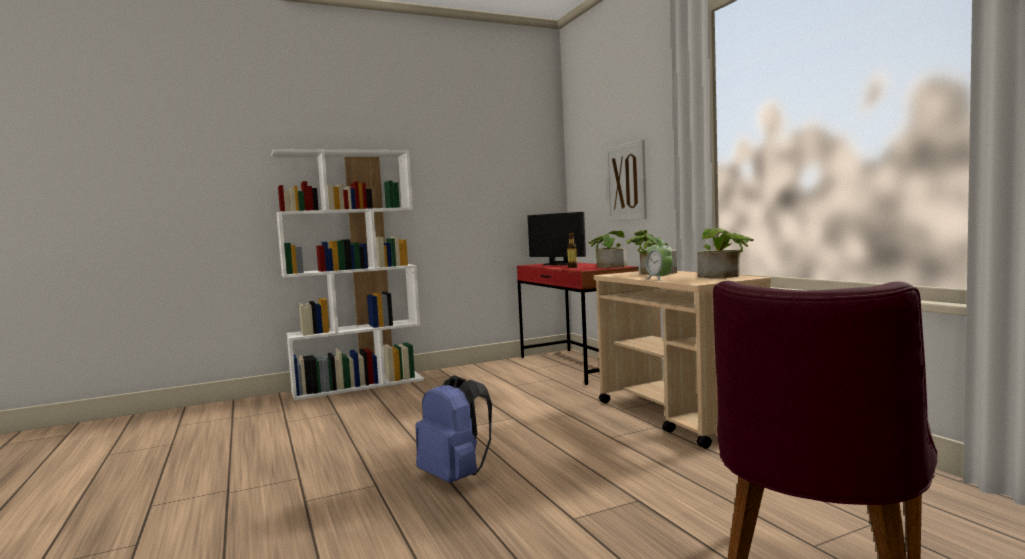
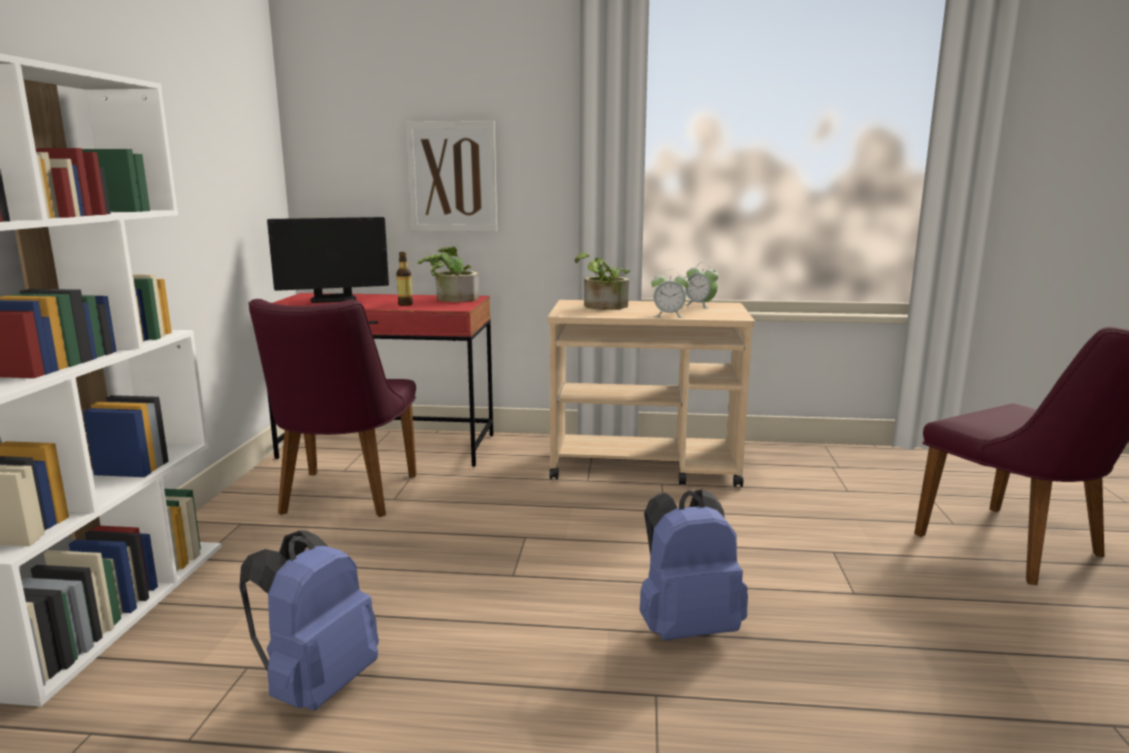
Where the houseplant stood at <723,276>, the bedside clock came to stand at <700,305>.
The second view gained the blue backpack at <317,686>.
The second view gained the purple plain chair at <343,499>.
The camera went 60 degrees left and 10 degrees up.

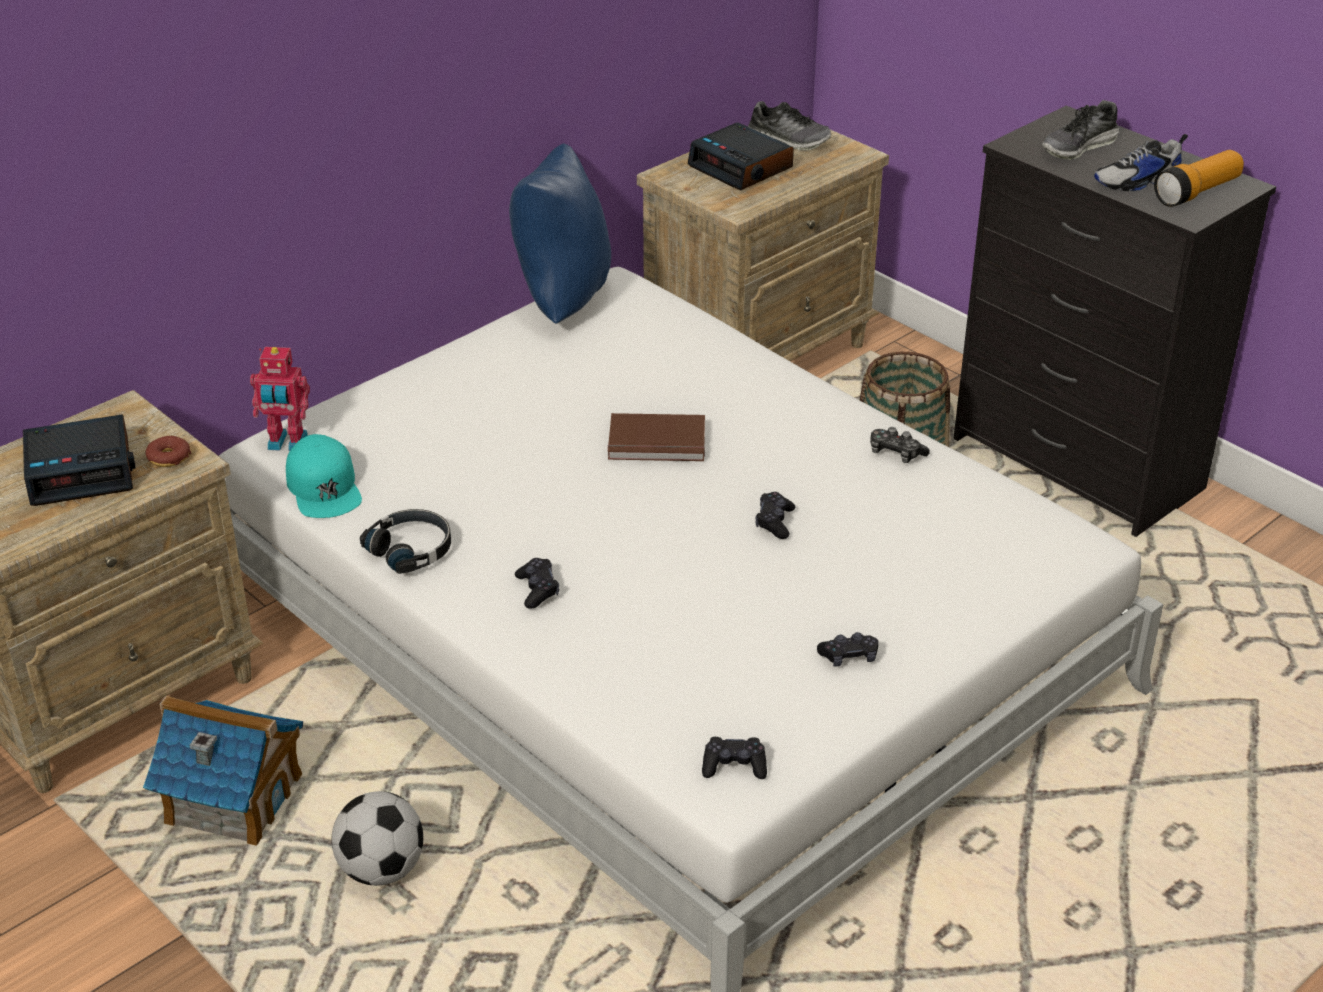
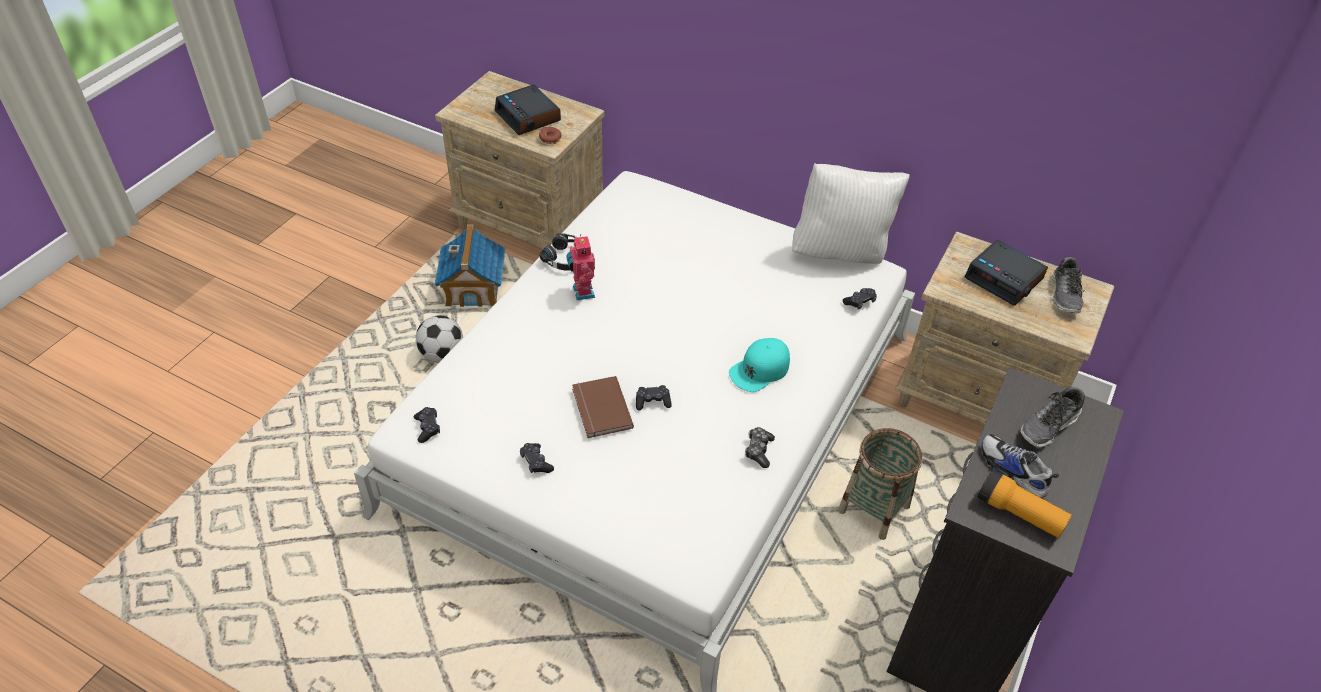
The robot figure ended up elsewhere, having gone from <287,443> to <582,292>.
The turquoise cap ended up elsewhere, having gone from <324,487> to <760,369>.
What was the blue cushion at <560,300> turned into the whitish cushion at <840,252>.
The black gamepad ended up elsewhere, having gone from <537,589> to <859,302>.
The brown-coloured bound book ended up elsewhere, having gone from <657,443> to <600,409>.
The bedside clock at <742,167> ended up facing another way, 75 degrees counterclockwise from before.
The shoe at <1079,147> ended up facing another way, 75 degrees counterclockwise from before.
The camera went 70 degrees right and 10 degrees up.

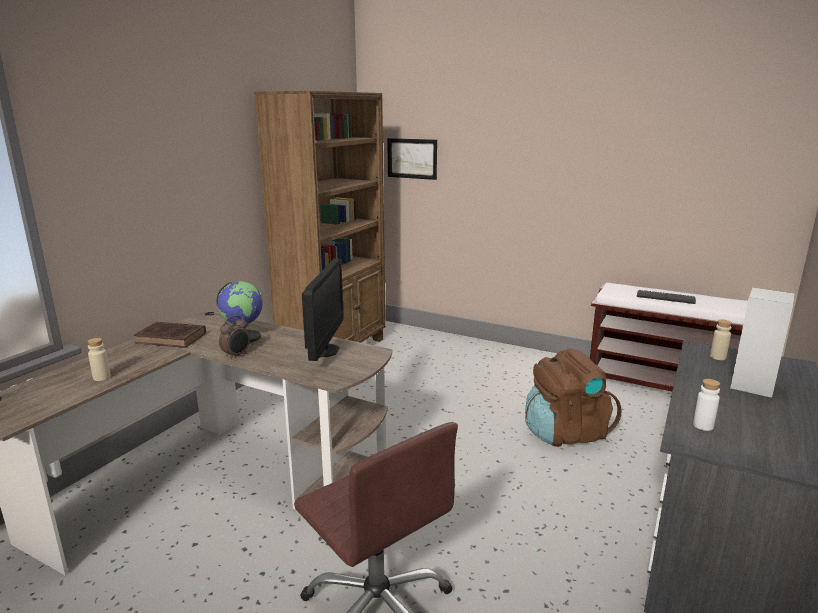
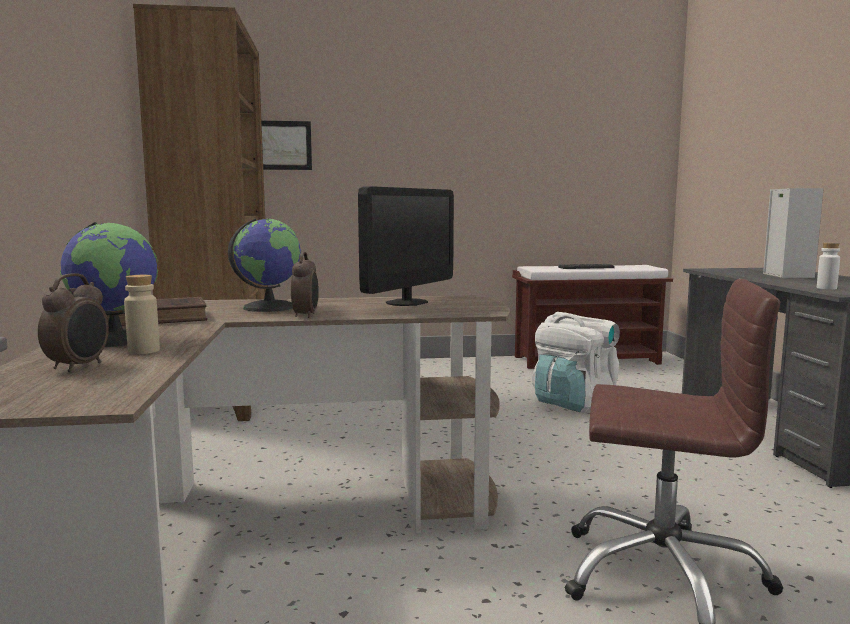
The computer screen at <324,350> ended up facing another way, 60 degrees clockwise from before.
What was the brown-coloured backpack at <565,433> turned into the whitish backpack at <573,403>.
The second view lost the sand-coloured bottle at <718,357>.
The second view gained the bedside clock at <79,367>.
The second view gained the desk globe at <116,339>.
The camera went 35 degrees left and 10 degrees down.

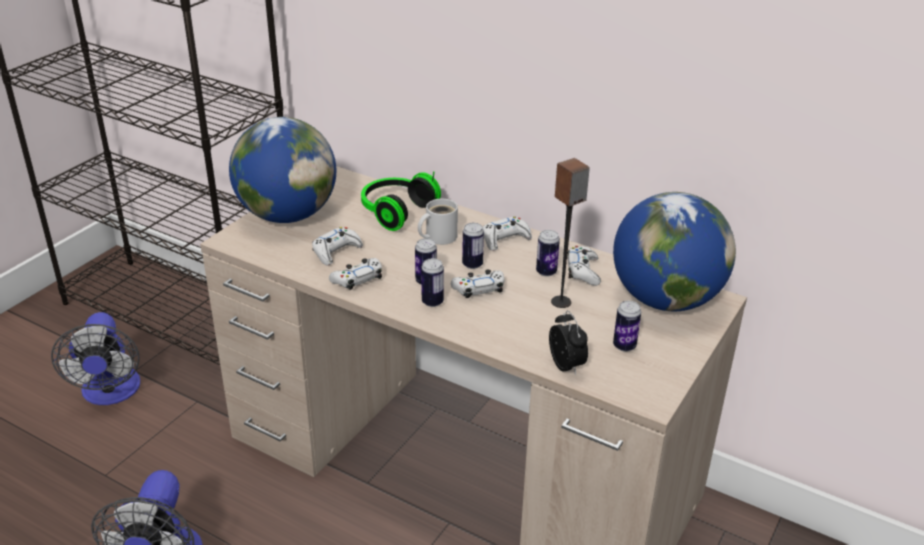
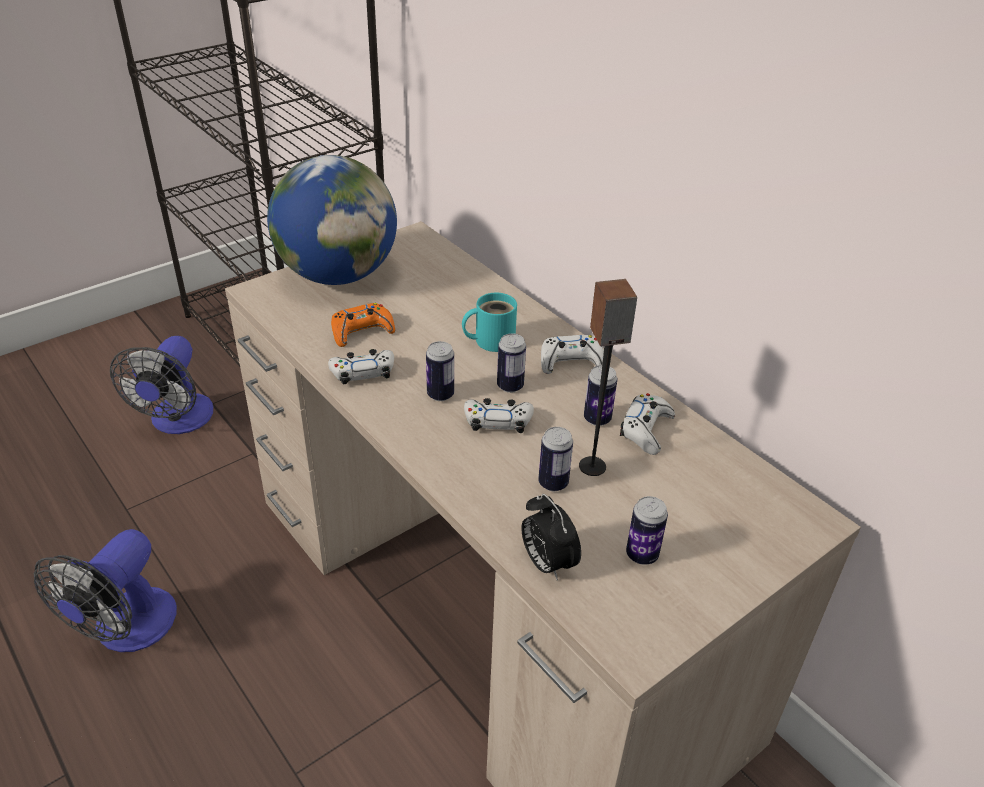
What was the whitish gamepad at <336,251> turned into the orange gamepad at <361,331>.
The second view lost the pair of headphones at <395,211>.
What was the whitish tea mug at <438,237> turned into the turquoise tea mug at <490,340>.
The sealed can ended up elsewhere, having gone from <432,302> to <553,483>.
The bedside clock at <567,366> ended up facing another way, 150 degrees clockwise from before.
The second view lost the desk globe at <665,300>.
The camera went 20 degrees right and 5 degrees up.

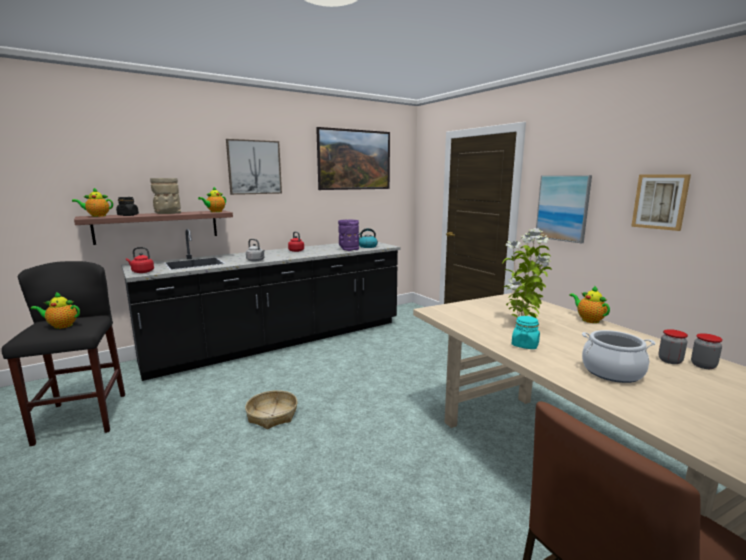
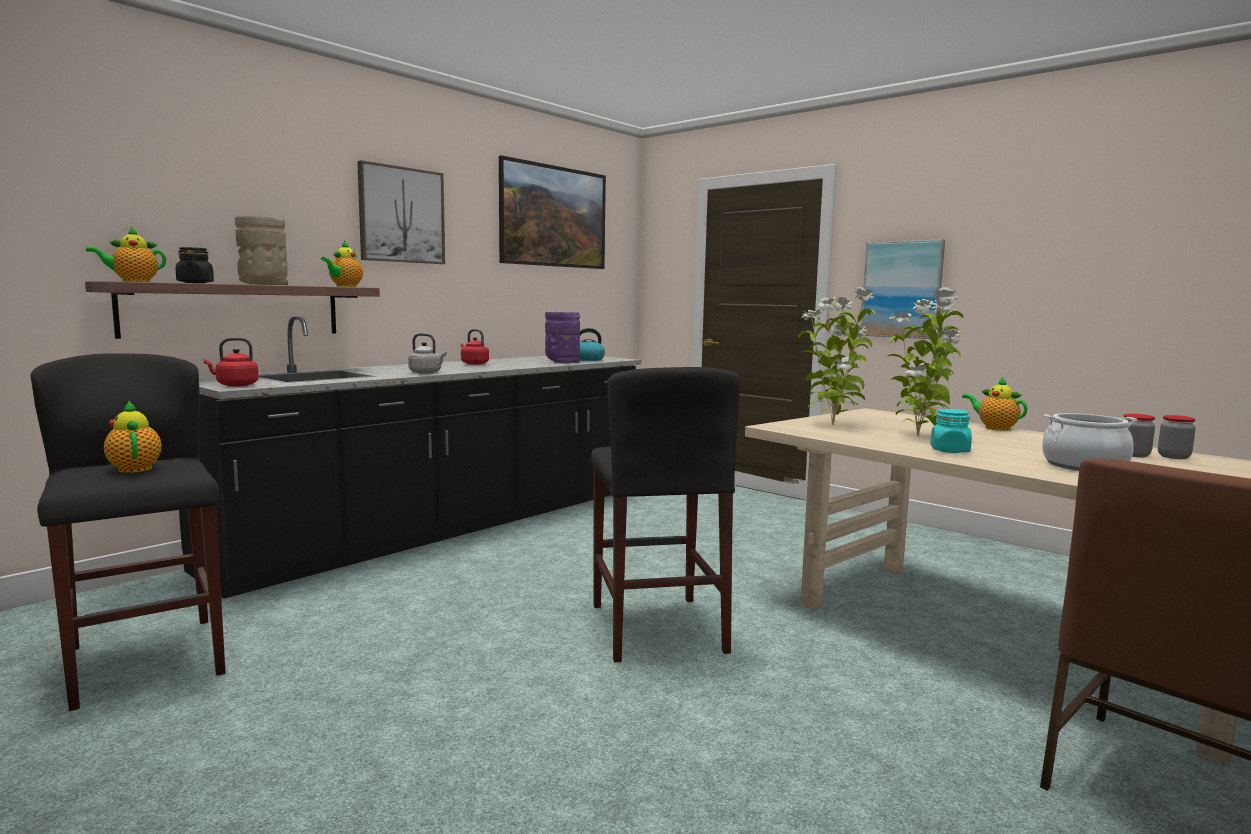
The pot for tea at <61,326> ended up facing another way, 75 degrees clockwise from before.
The second view lost the storage basket at <272,415>.
The second view lost the wall picture at <660,201>.
The second view gained the black stool seat at <657,627>.
The second view gained the houseplant at <833,424>.
The camera went 15 degrees left and 5 degrees down.

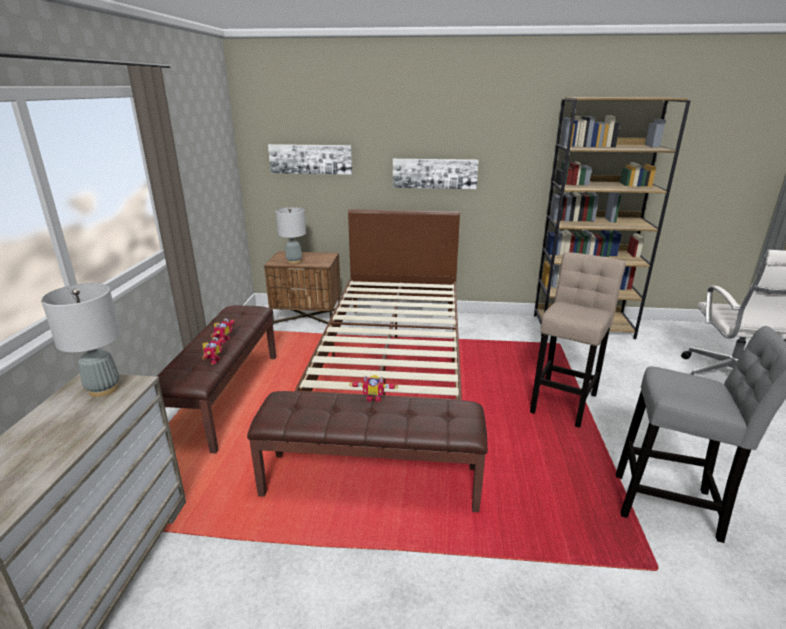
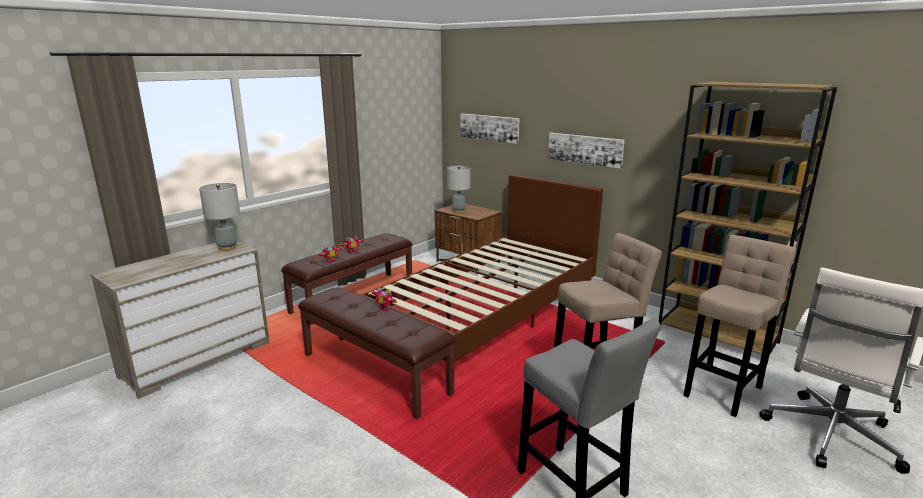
The second view gained the sand-coloured stool seat at <724,389>.
The camera went 35 degrees right and 5 degrees down.

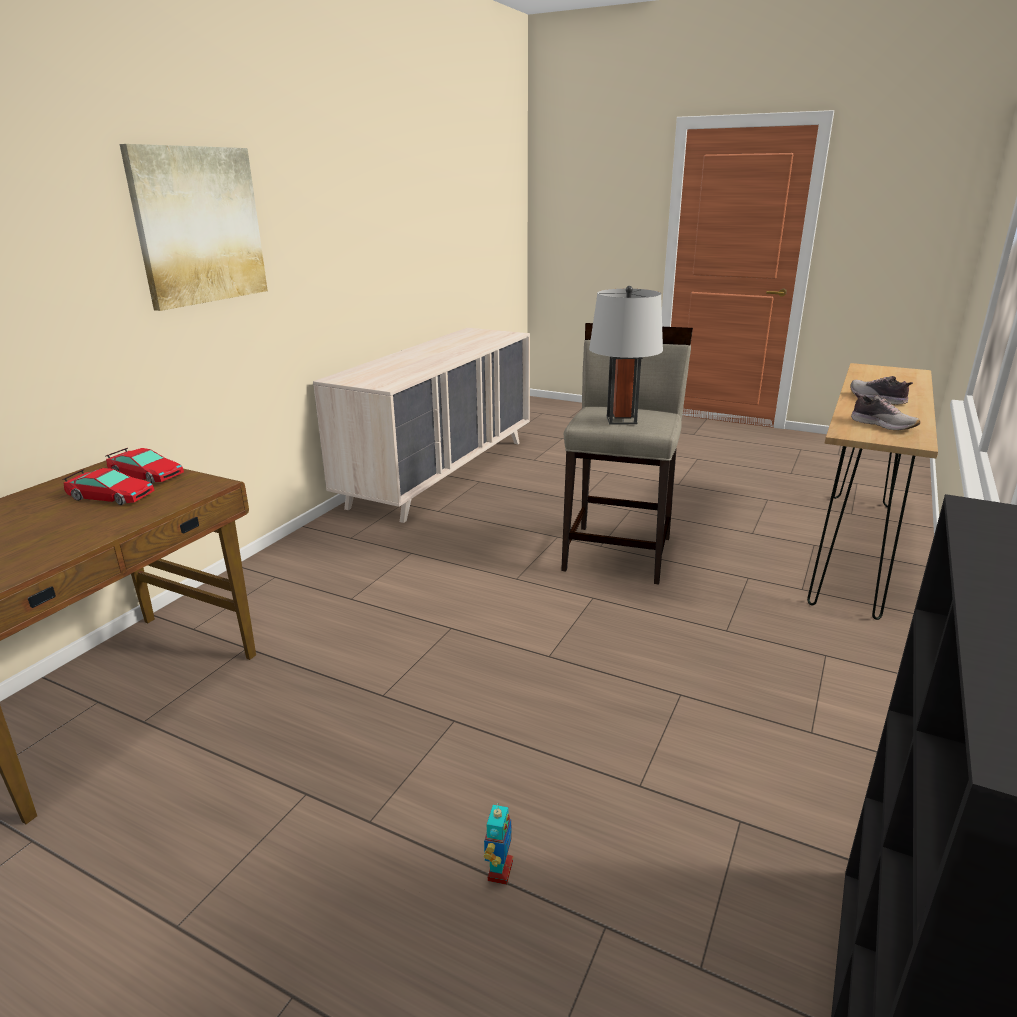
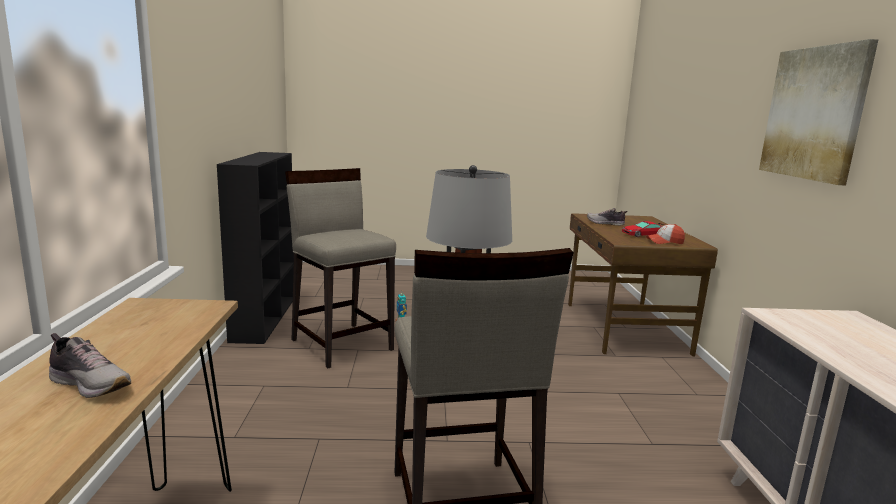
Where the model car stood at <146,475>, the cap came to stand at <664,242>.
The shoe ended up elsewhere, having gone from <882,425> to <605,223>.
The second view gained the sand-coloured stool seat at <342,344>.
The camera went 150 degrees right and 10 degrees down.

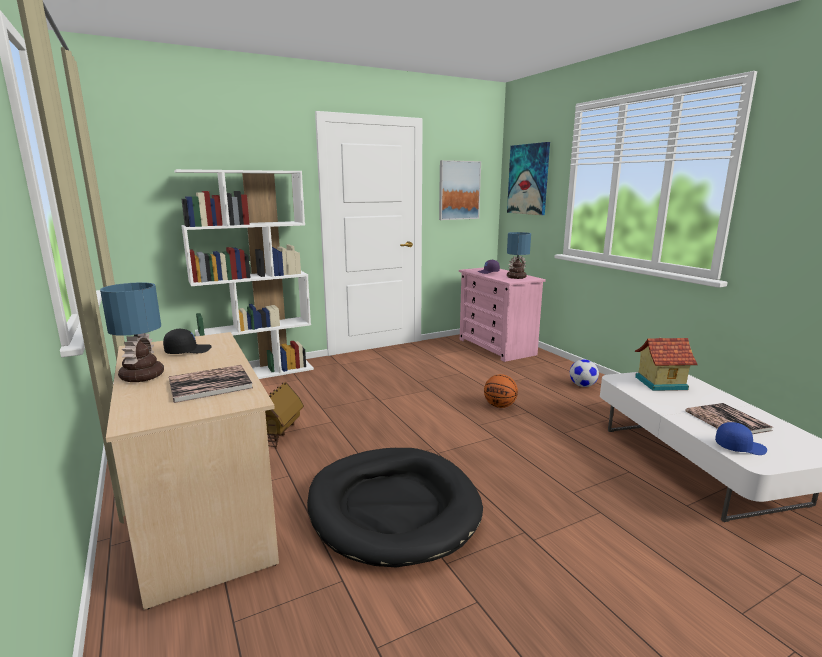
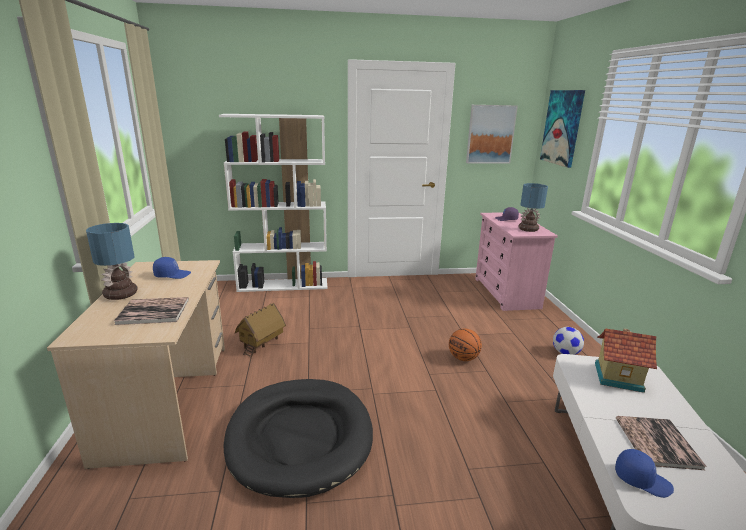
What was the black cap at <188,351> turned into the blue cap at <172,275>.
The camera went 20 degrees right and 5 degrees up.

